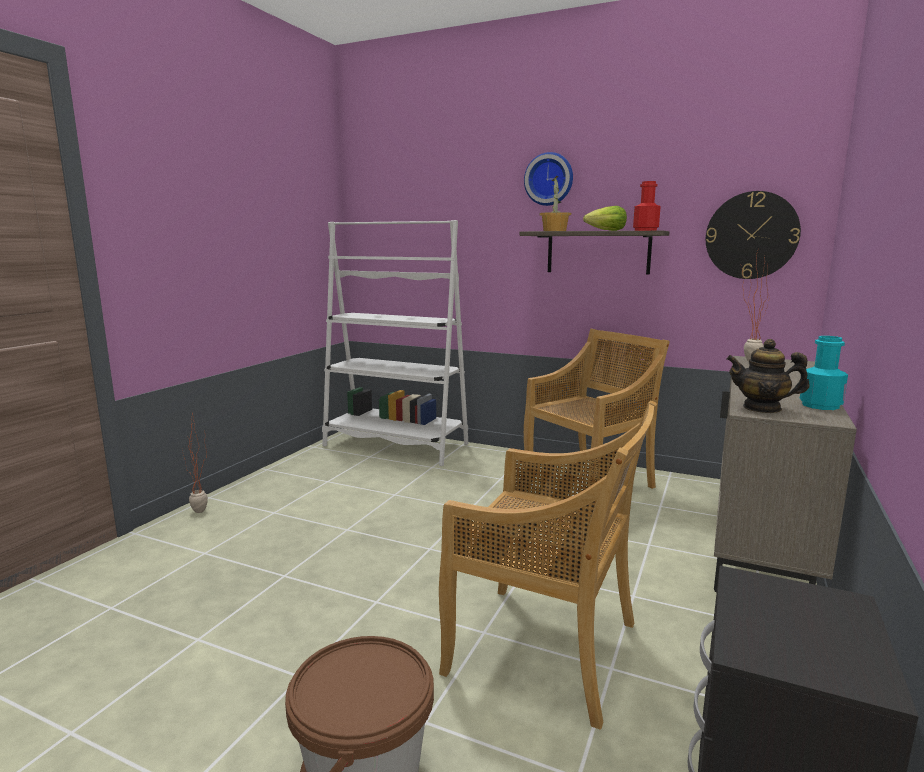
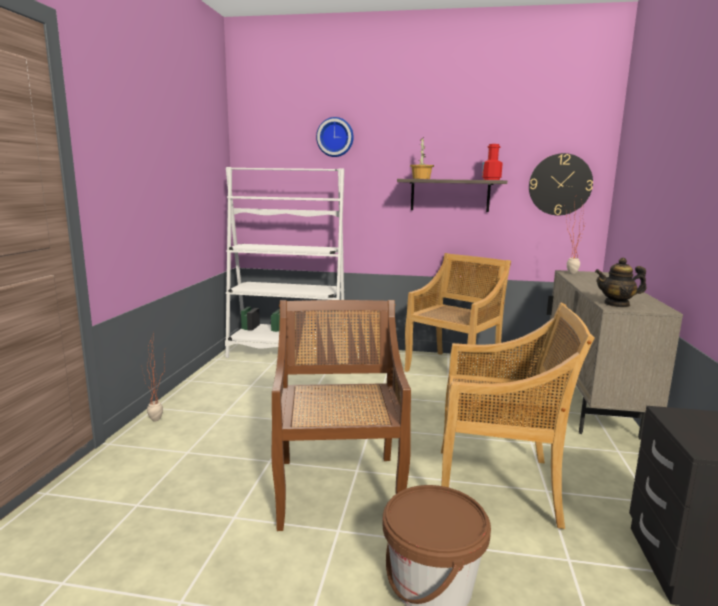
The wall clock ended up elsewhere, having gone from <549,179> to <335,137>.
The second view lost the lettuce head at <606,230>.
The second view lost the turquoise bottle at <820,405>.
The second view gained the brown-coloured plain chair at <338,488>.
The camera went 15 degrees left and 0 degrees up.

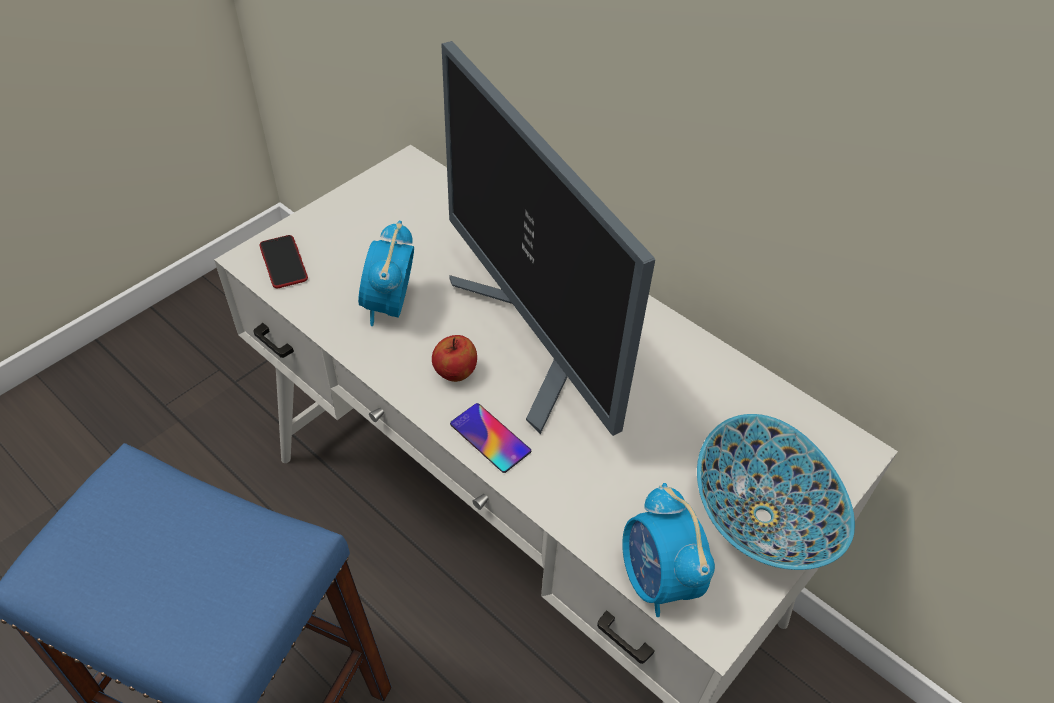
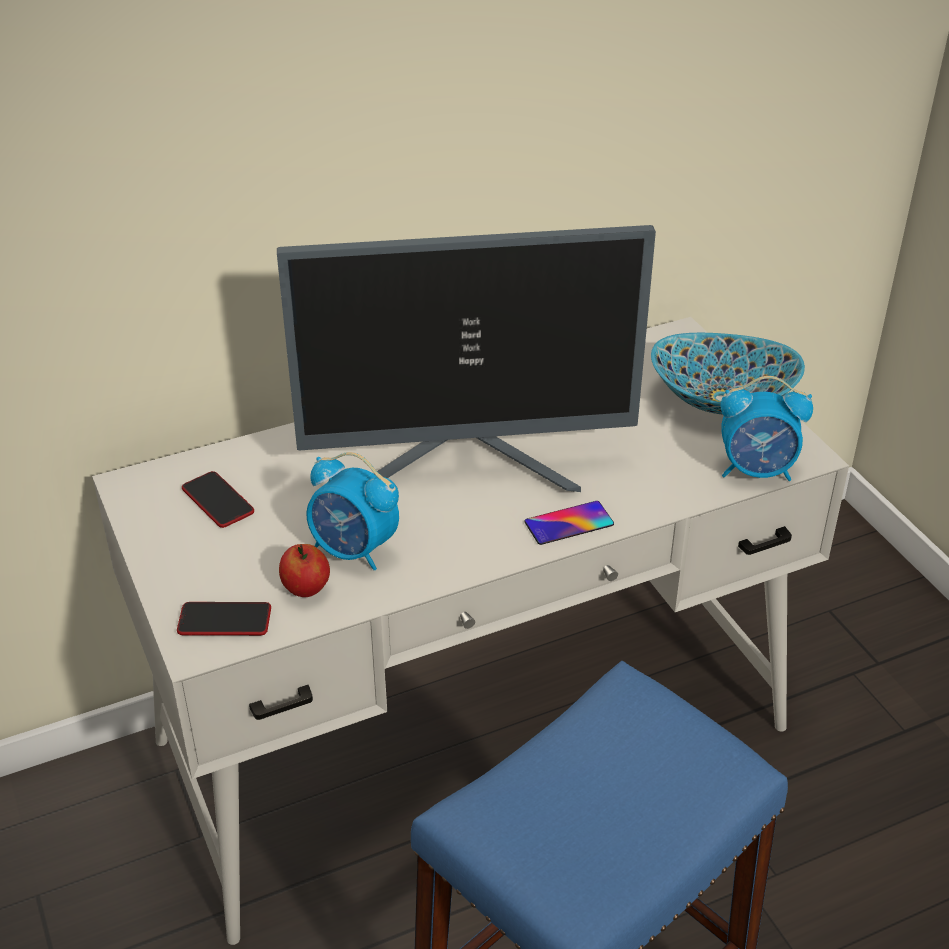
The apple fruit ended up elsewhere, having gone from <455,373> to <306,589>.
The second view gained the handset at <218,501>.
The camera went 65 degrees left and 10 degrees down.

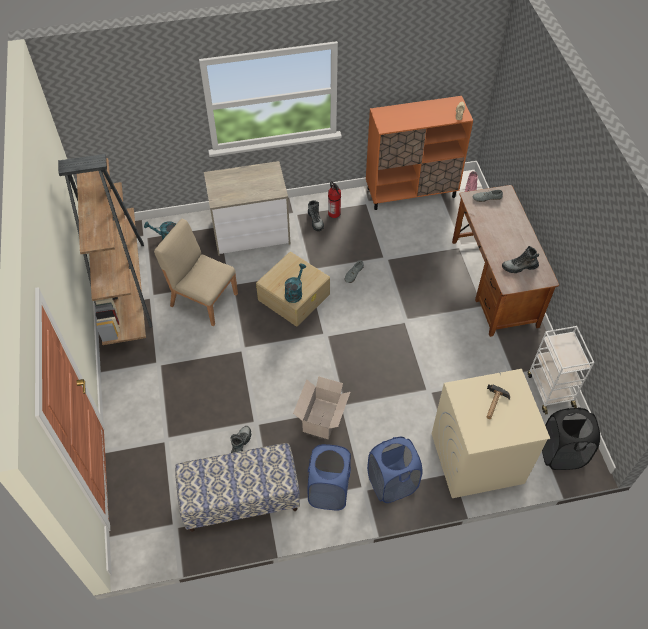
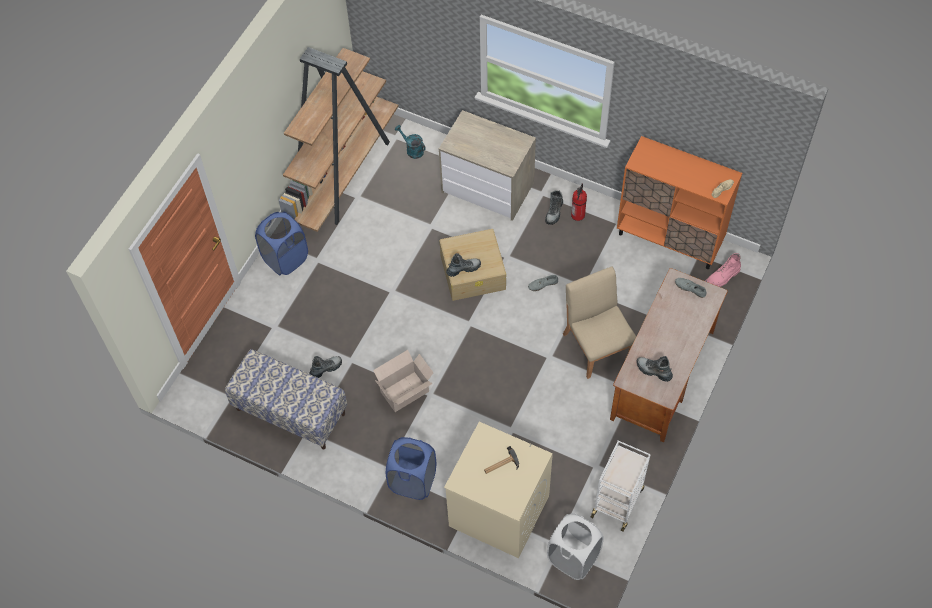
The sand-coloured plain chair ended up elsewhere, having gone from <203,299> to <597,346>.
Where the turquoise sprinkling can stood at <295,292>, the tall boot came to stand at <463,269>.
The blue washing basket ended up elsewhere, having gone from <329,490> to <285,258>.
What was the black washing basket at <561,453> turned into the whitish washing basket at <573,558>.
The camera went 40 degrees right and 5 degrees up.

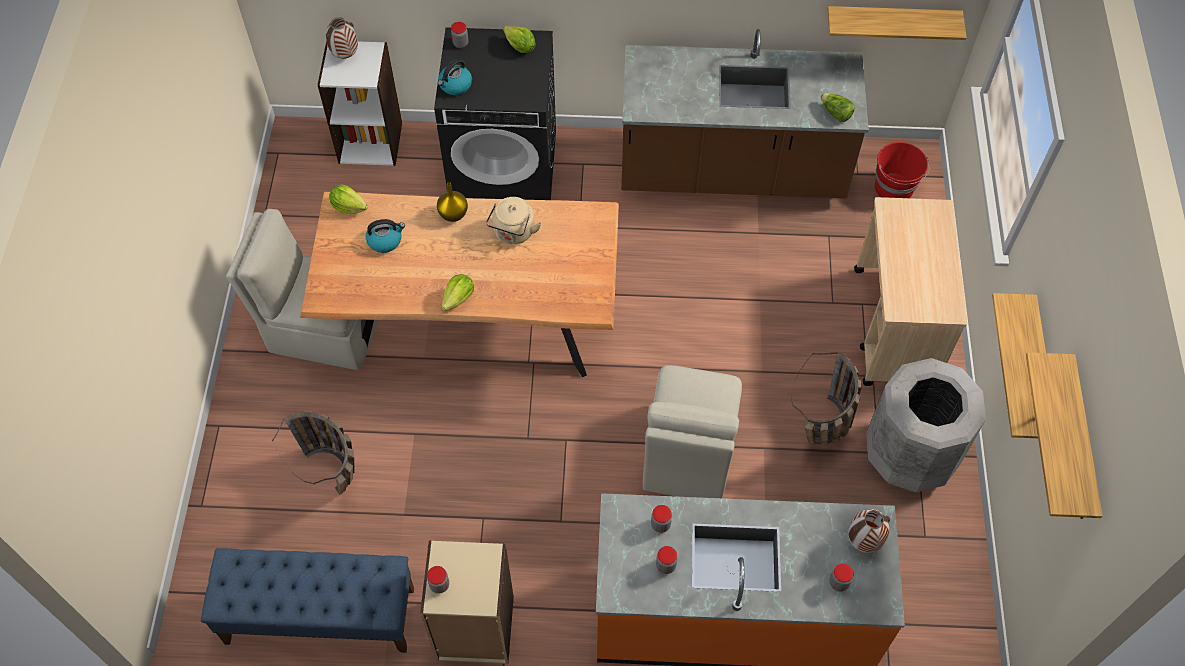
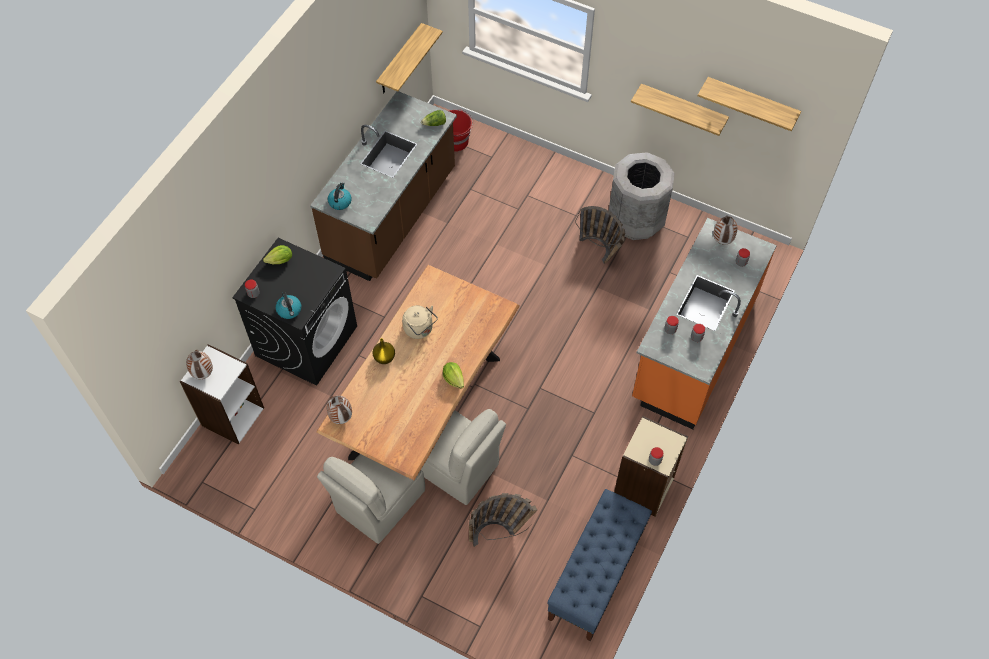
Where the lettuce head stood at <349,207>, the decorative vase came to stand at <341,418>.
The kettle ended up elsewhere, having gone from <385,240> to <340,201>.
The sand-coloured plain chair ended up elsewhere, having gone from <687,455> to <456,467>.
The second view lost the sand-coloured cart at <894,328>.
The camera went 65 degrees left and 0 degrees up.

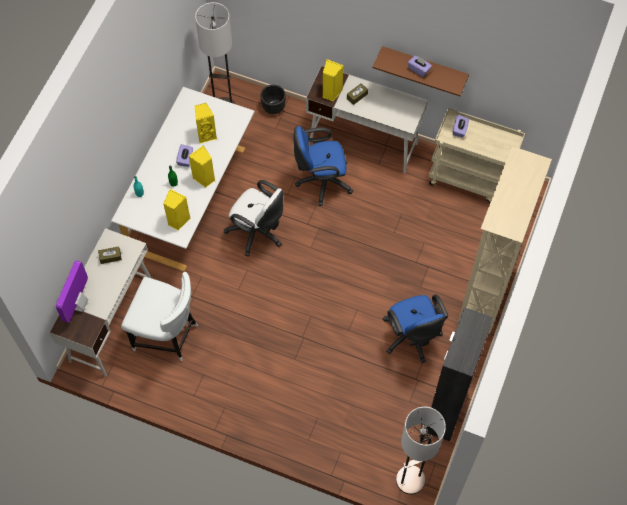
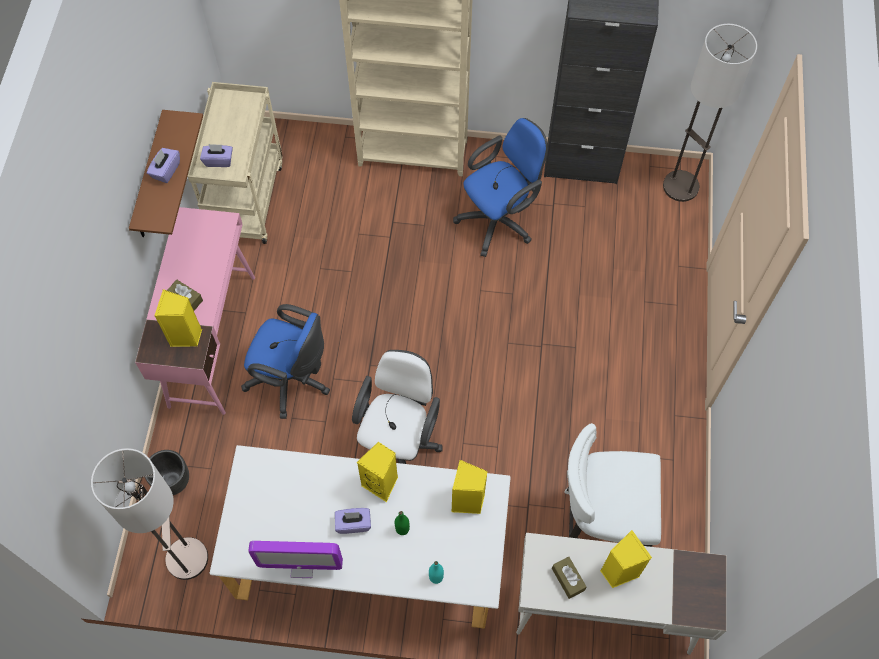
The computer screen ended up elsewhere, having gone from <79,304> to <302,566>.
The whitish plain chair at <167,336> ended up facing another way, 90 degrees counterclockwise from before.
The yellow audio speaker ended up elsewhere, having gone from <206,134> to <618,571>.
The blue desk chair at <321,181> ended up facing another way, 45 degrees counterclockwise from before.
What was the whitish desk at <364,142> turned into the pinkish desk at <212,339>.
The camera went 105 degrees left and 0 degrees up.

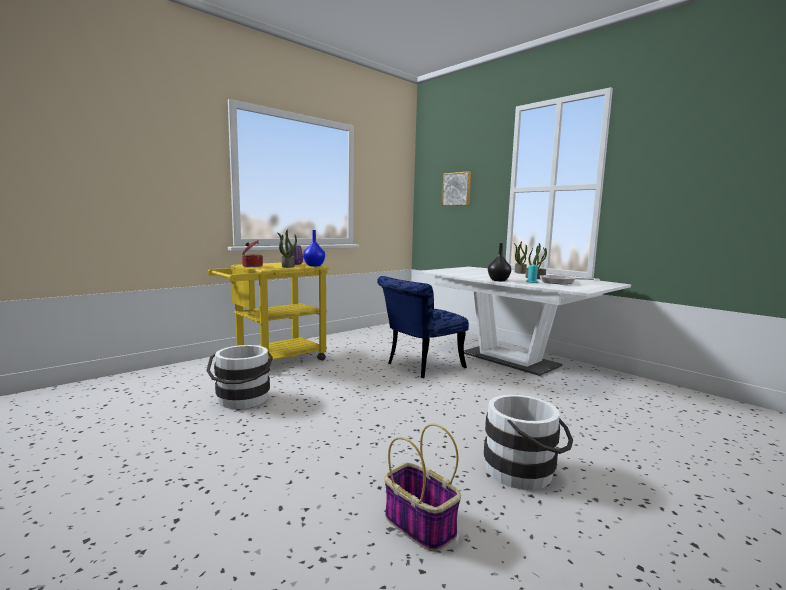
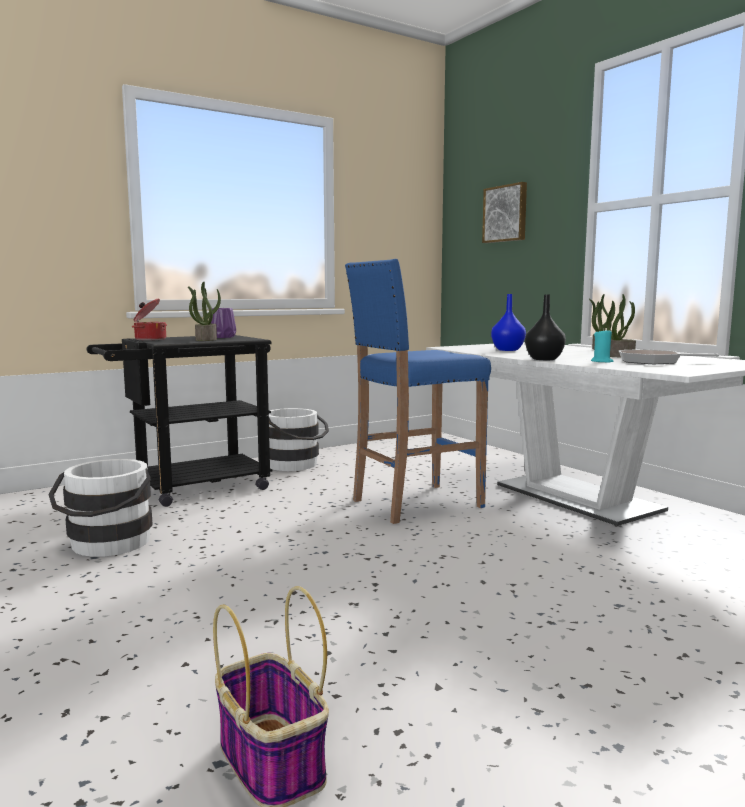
What was the yellow cart at <273,361> turned into the black cart at <189,488>.
The blue decorative vase ended up elsewhere, having gone from <314,265> to <507,350>.
Where the blue plain chair stood at <419,366>, the blue stool seat came to stand at <414,504>.
The whitish water bucket ended up elsewhere, having gone from <525,472> to <295,465>.
The camera went 10 degrees right and 0 degrees up.

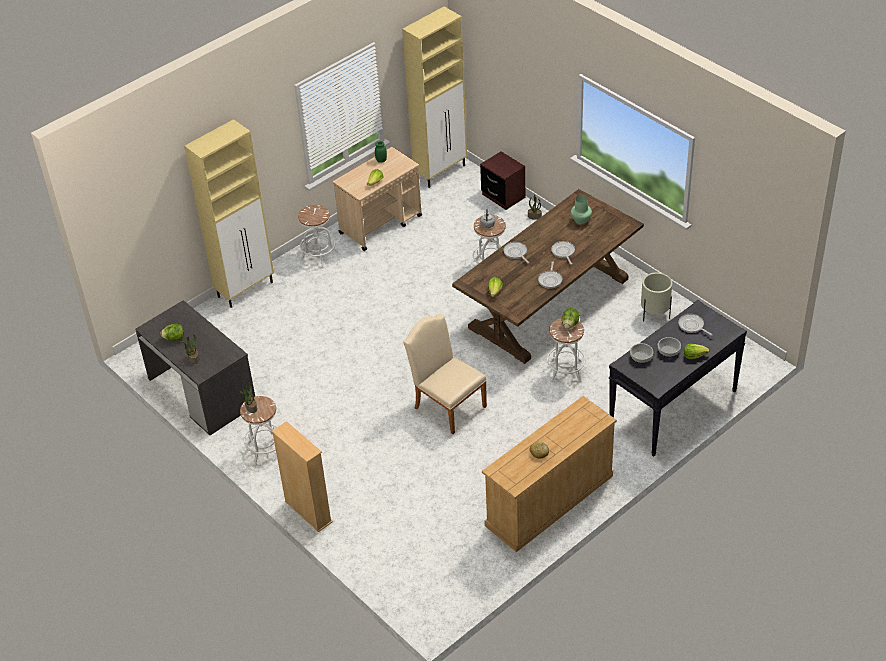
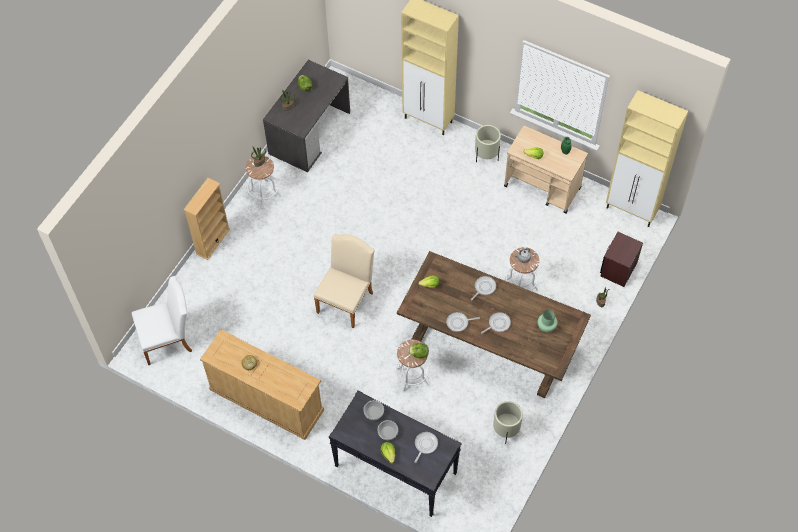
Where the whitish stool seat stood at <319,256>, the sand-coloured planter came to stand at <486,156>.
The second view gained the whitish plain chair at <169,339>.
The camera went 70 degrees right and 15 degrees up.

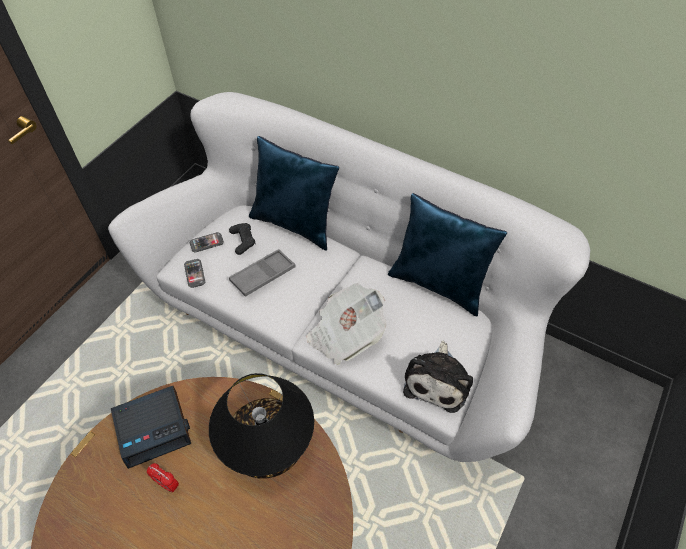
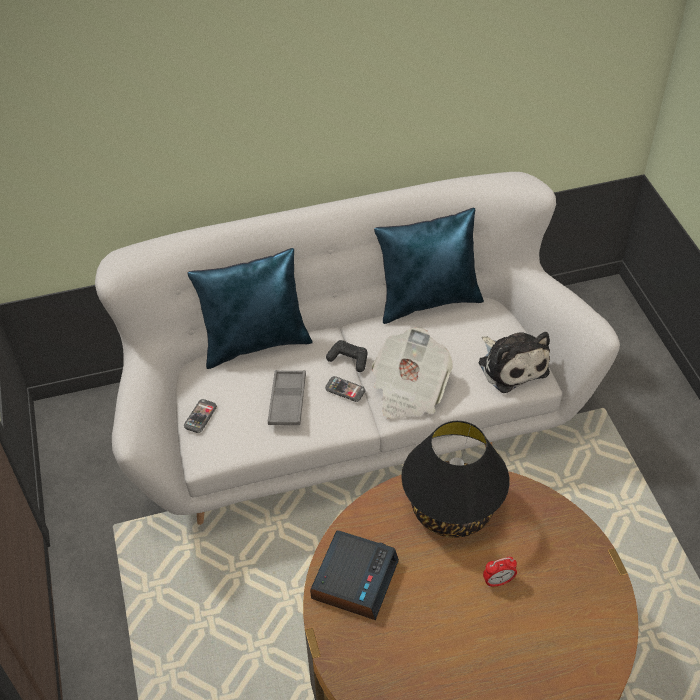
The bedside clock ended up elsewhere, having gone from <167,484> to <498,581>.
The handset ended up elsewhere, having gone from <194,274> to <345,390>.
The black gamepad ended up elsewhere, having gone from <243,241> to <348,359>.
The camera went 45 degrees left and 5 degrees down.

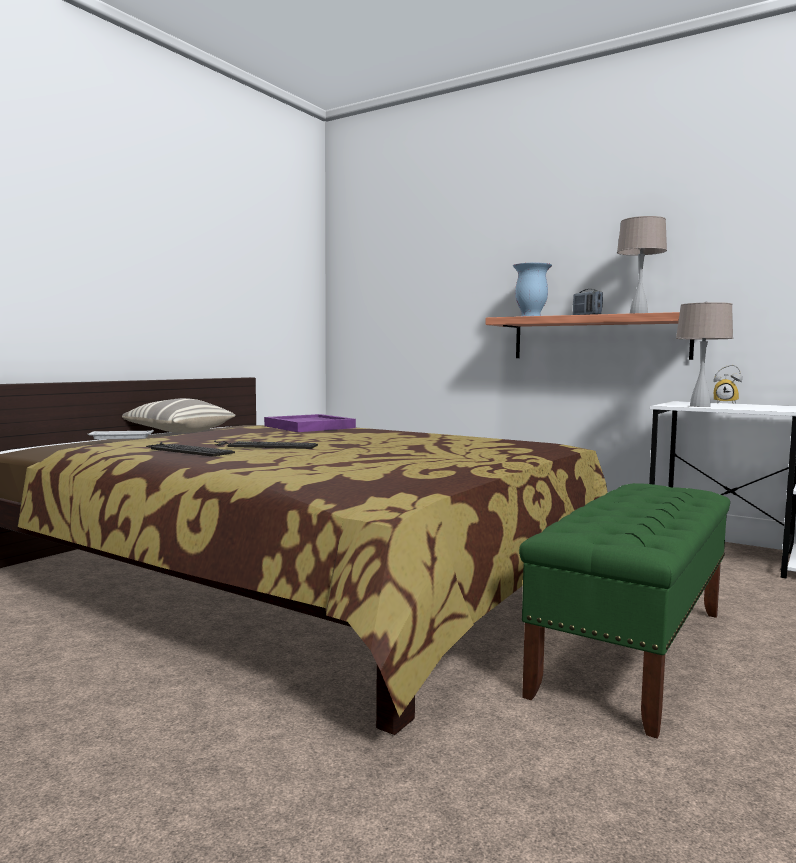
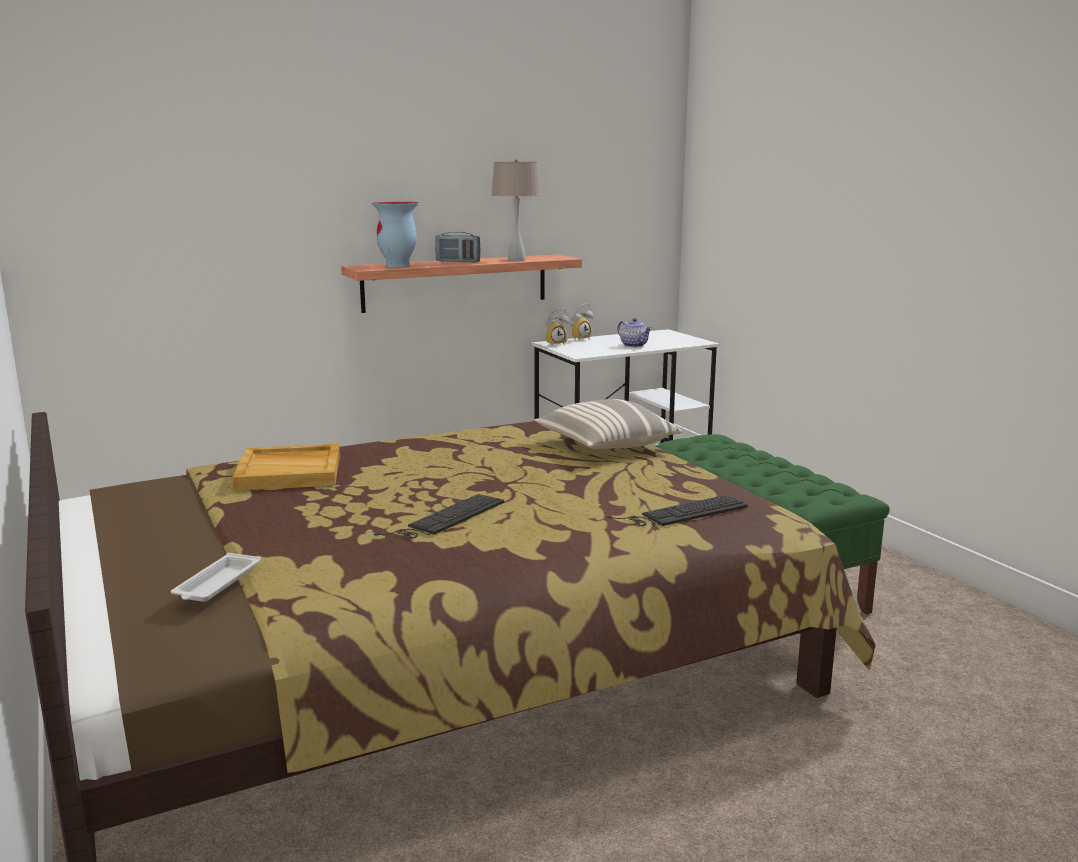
The cushion ended up elsewhere, having gone from <178,431> to <605,445>.
The keyboard ended up elsewhere, having gone from <185,450> to <682,513>.
What was the purple carrying tray at <310,427> turned into the sand-coloured carrying tray at <290,472>.
The second view lost the sand-coloured table lamp at <700,406>.
The second view gained the bedside clock at <555,344>.
The second view gained the pot for tea at <634,345>.
The camera went 60 degrees left and 10 degrees up.

